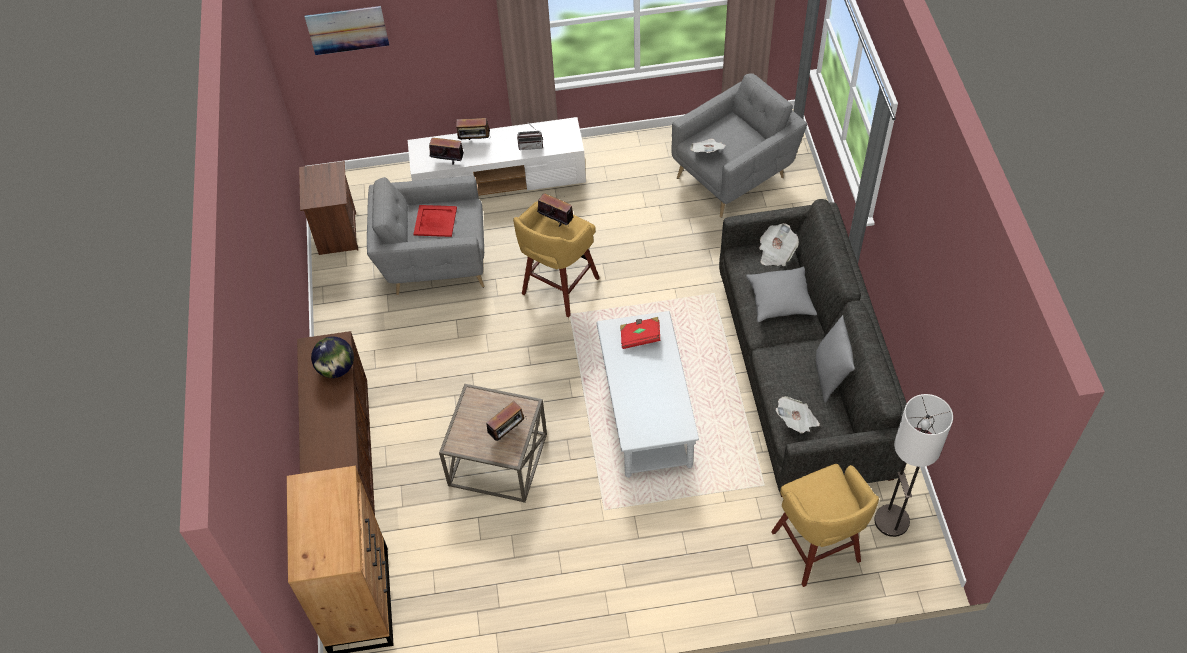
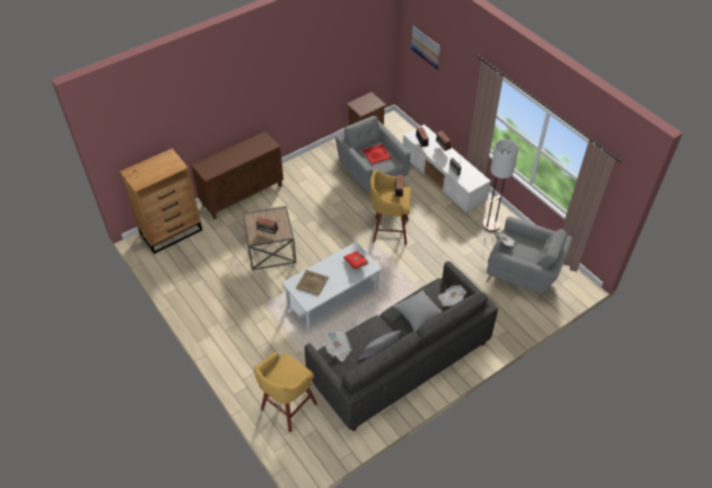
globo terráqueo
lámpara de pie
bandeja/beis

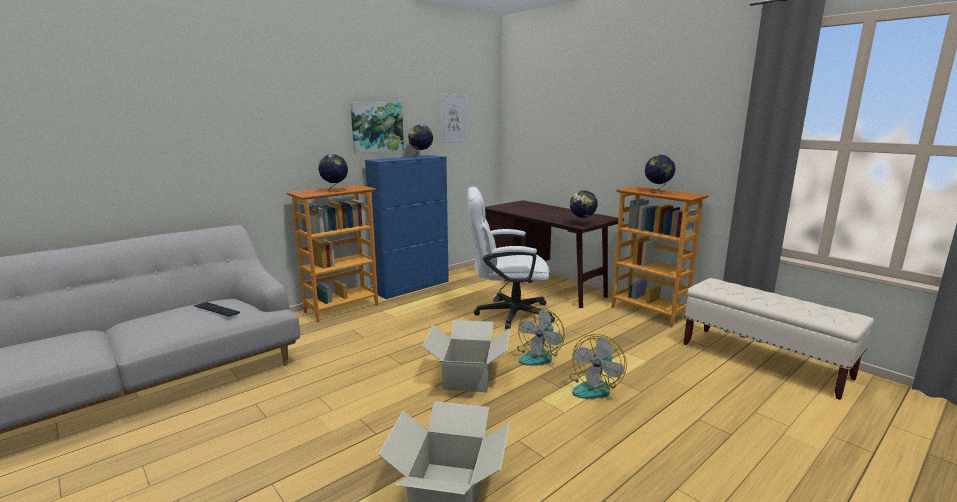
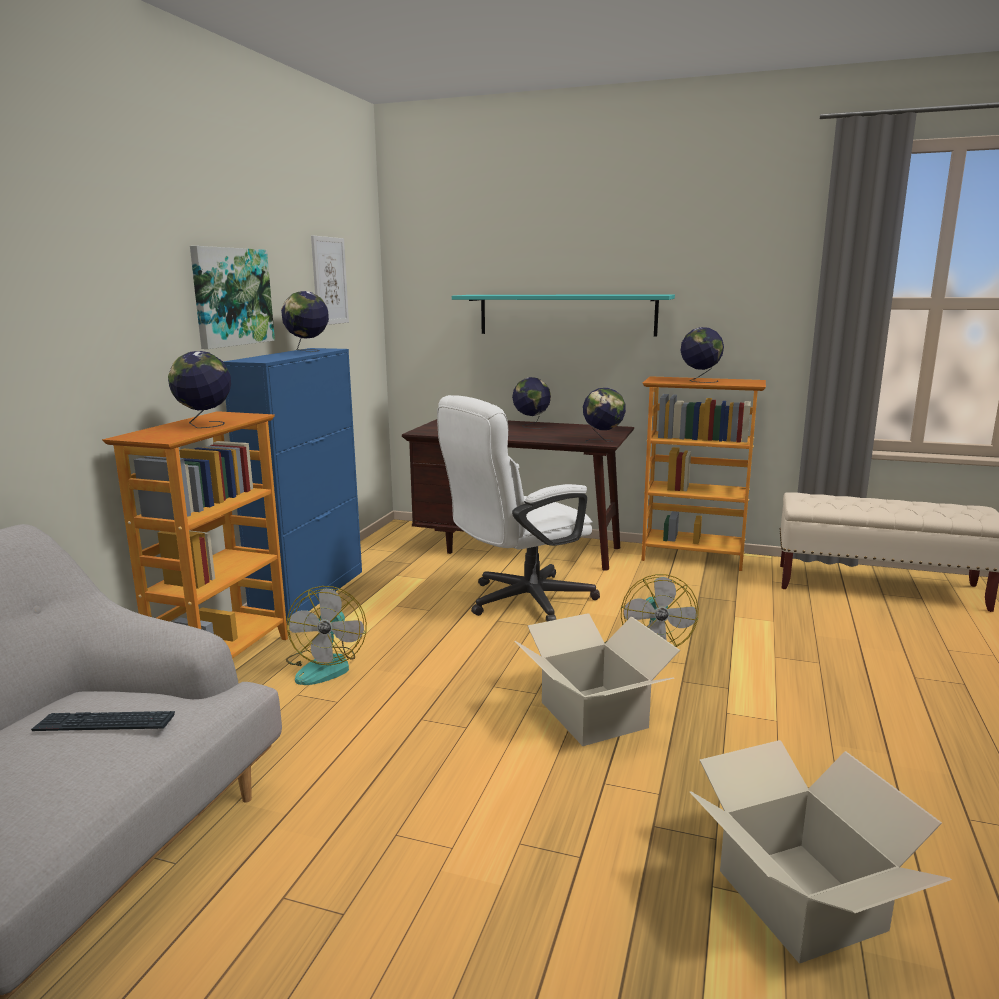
ventilador (no. 1 from left)
estante/turquesa
globo terráqueo (no. 3 from left)

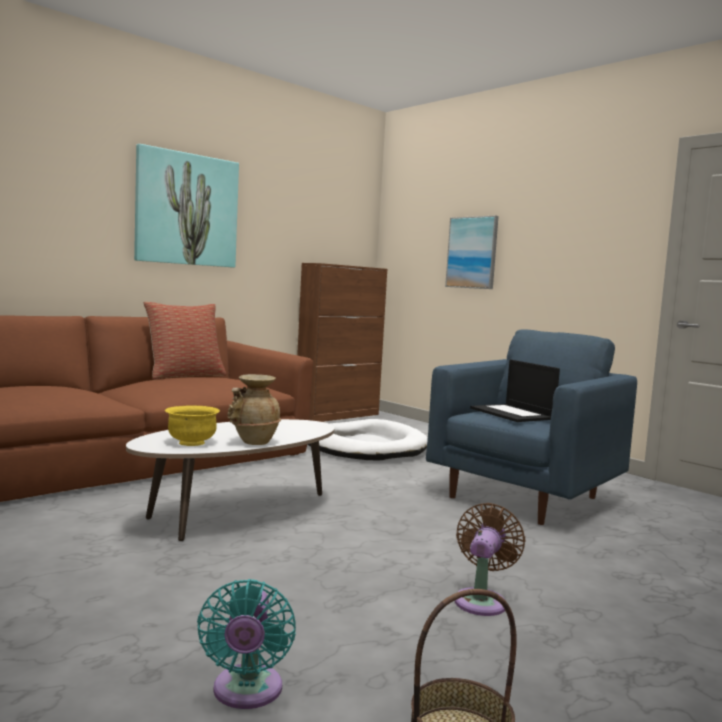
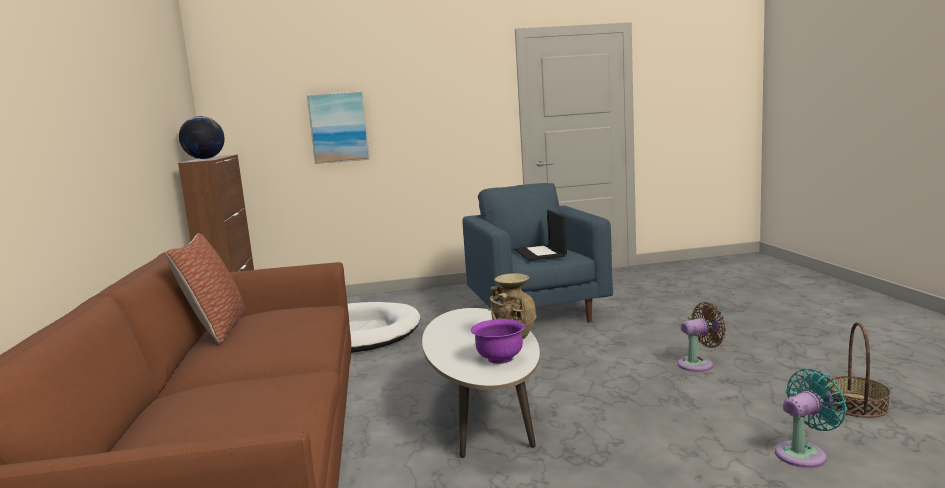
cuadro (no. 1 from left in the first image)
portátil
cuenco/morado
ventilador/marrón
ventilador/turquesa
globo terráqueo

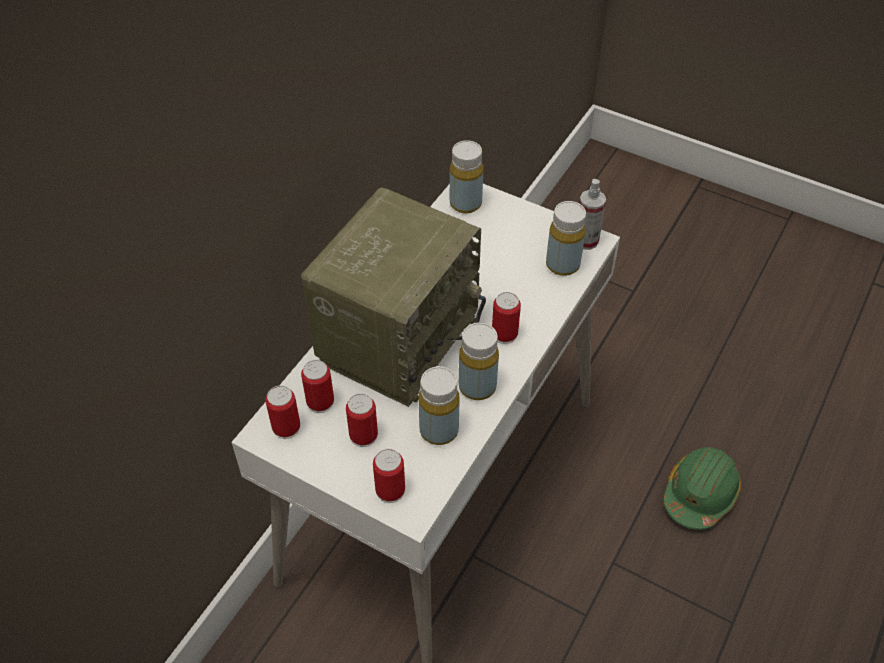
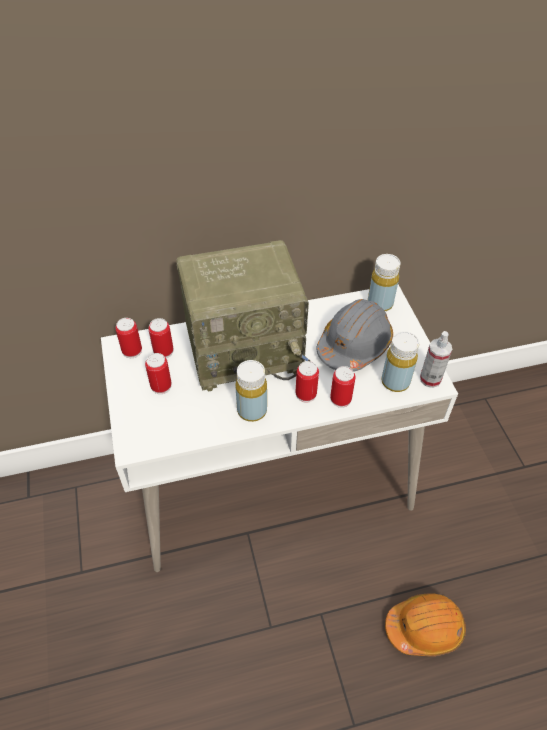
botella/amarillo (no. 1 from left in the first image)
casco/naranja
lata (no. 5 from left)
casco/gris

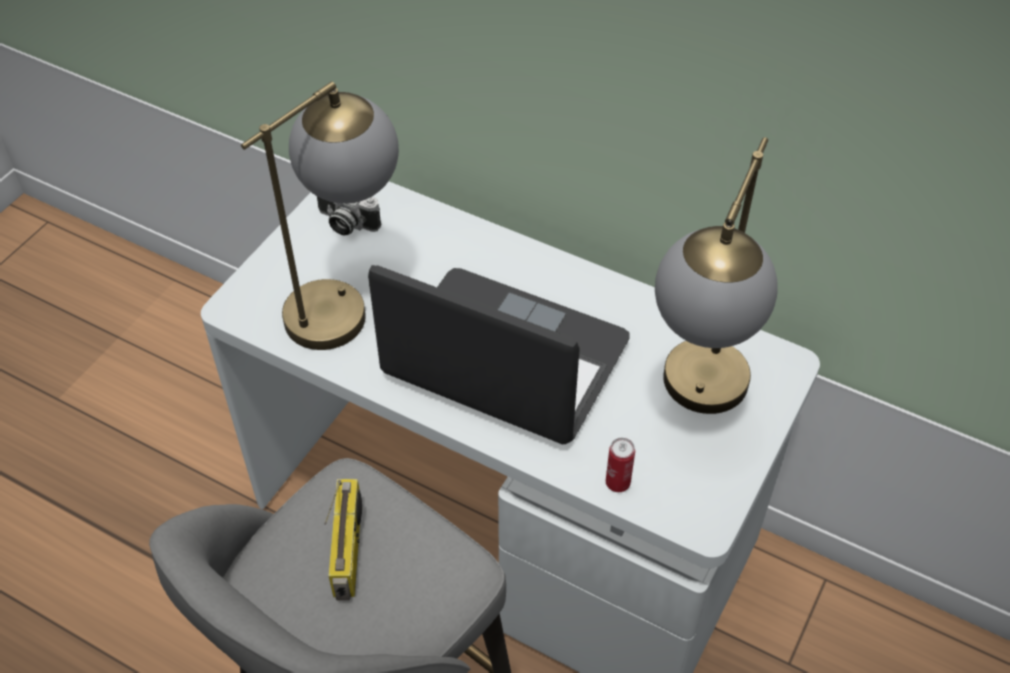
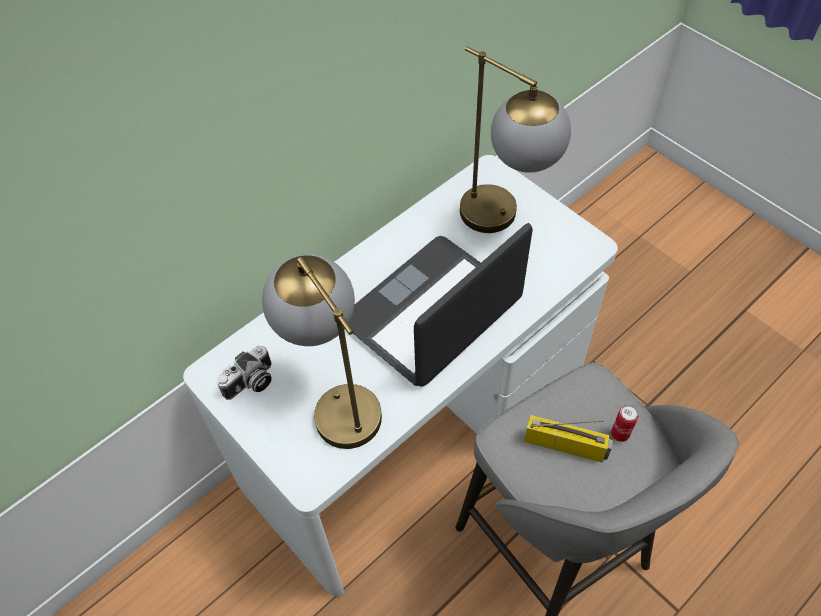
lata

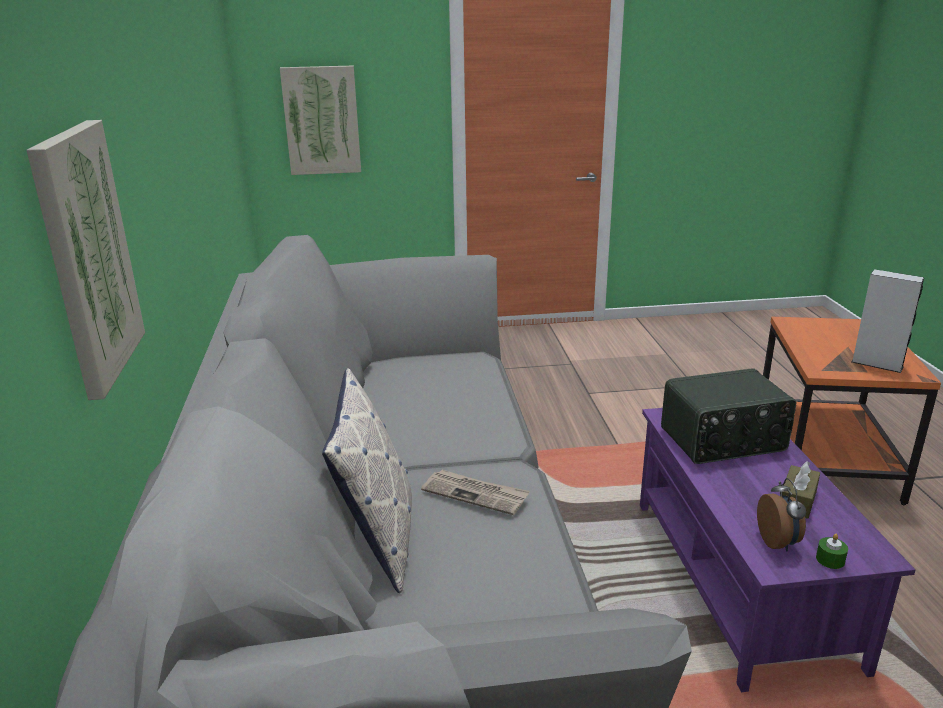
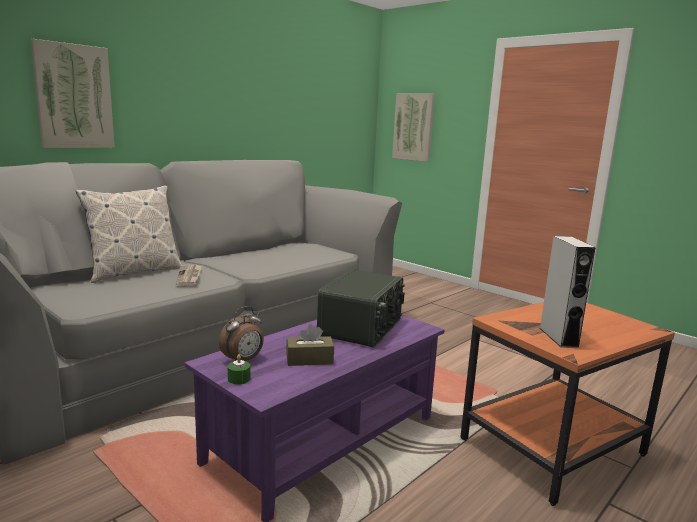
radio

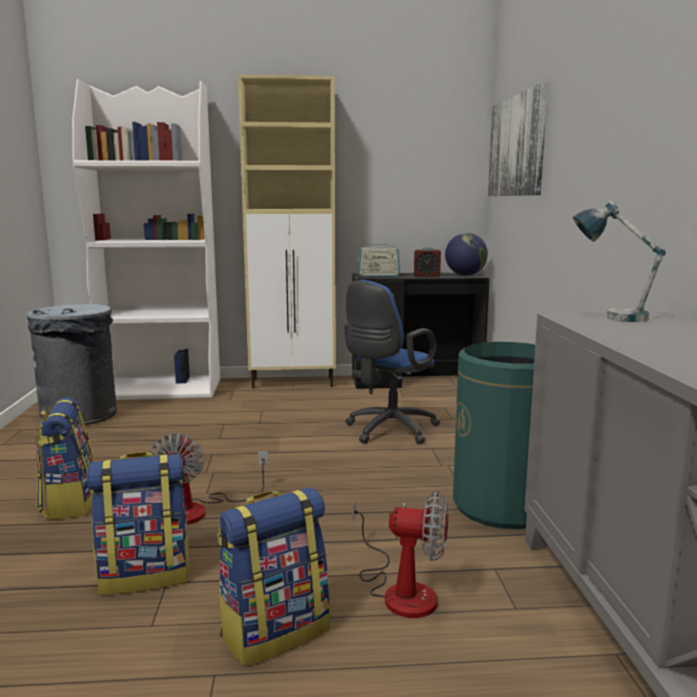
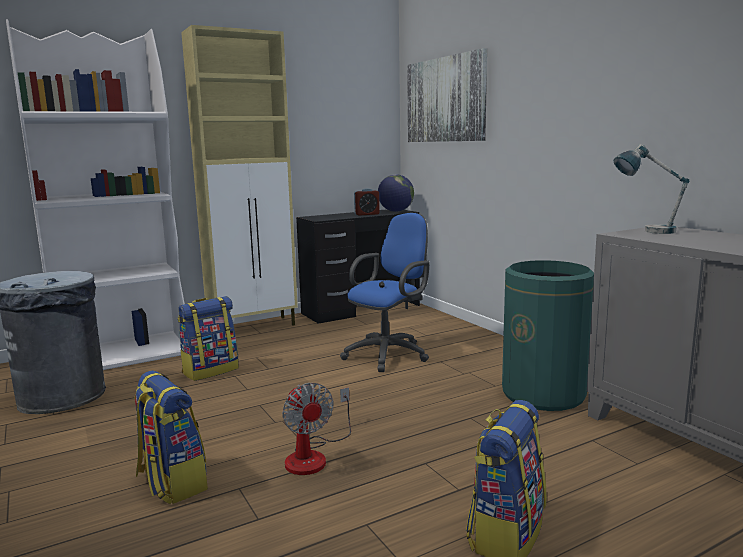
radio
silla de oficina/azul
mochila (no. 2 from left)
ventilador (no. 2 from left in the first image)

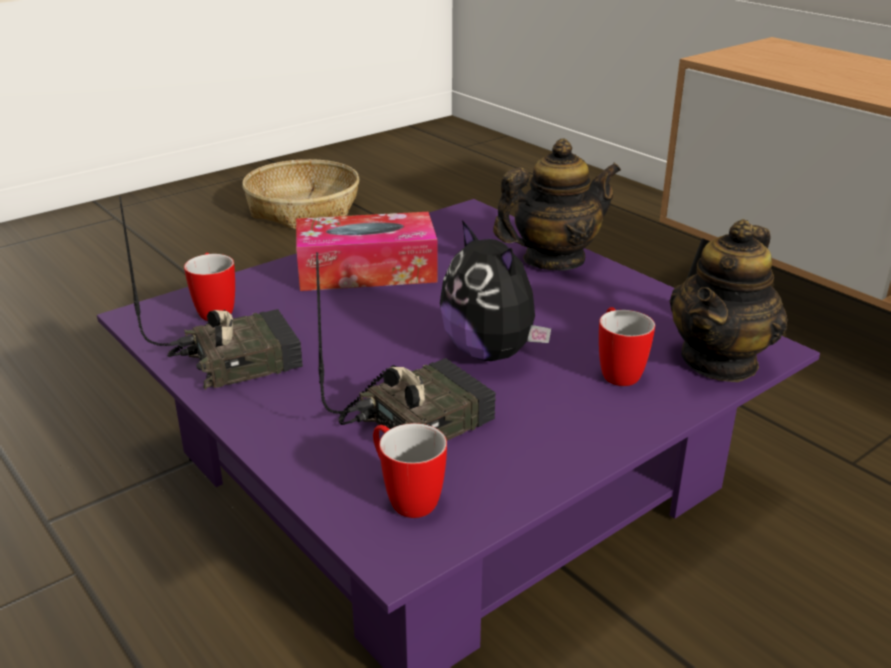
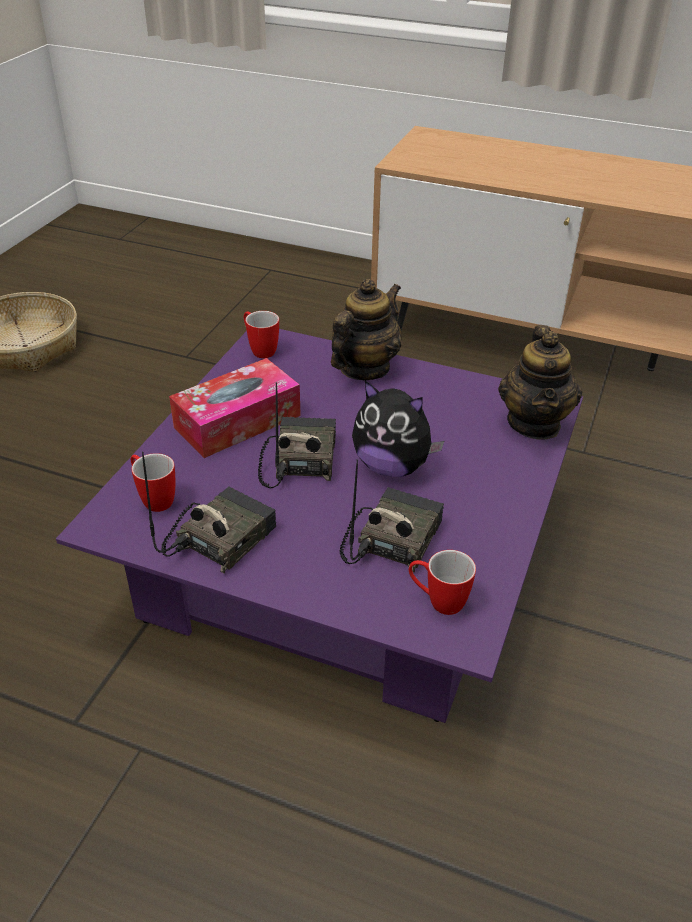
taza grande (no. 2 from left)
radio (no. 2 from left)

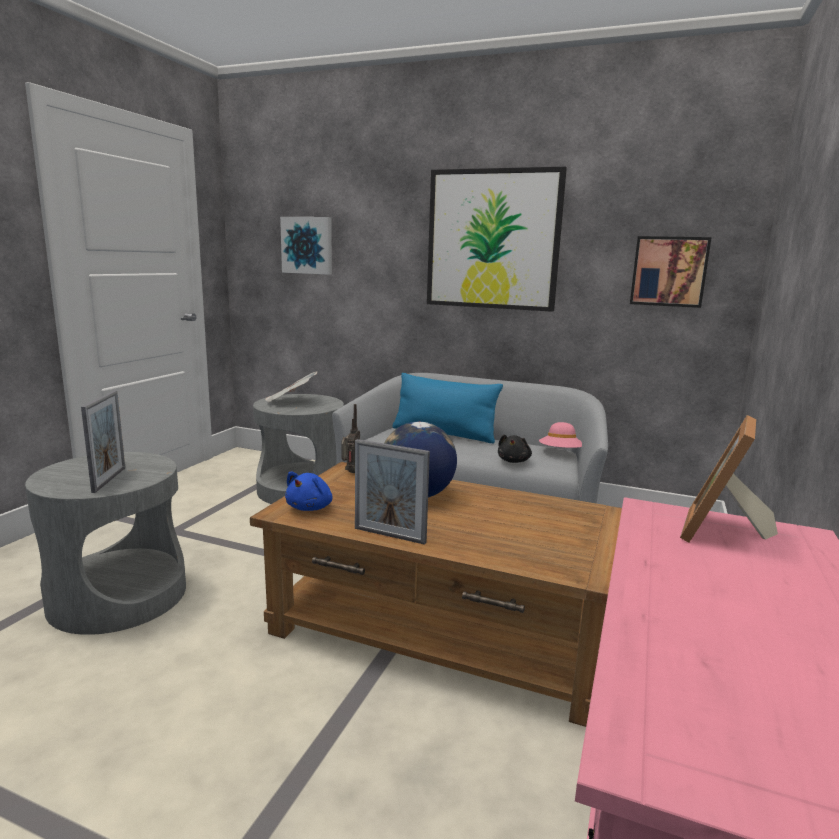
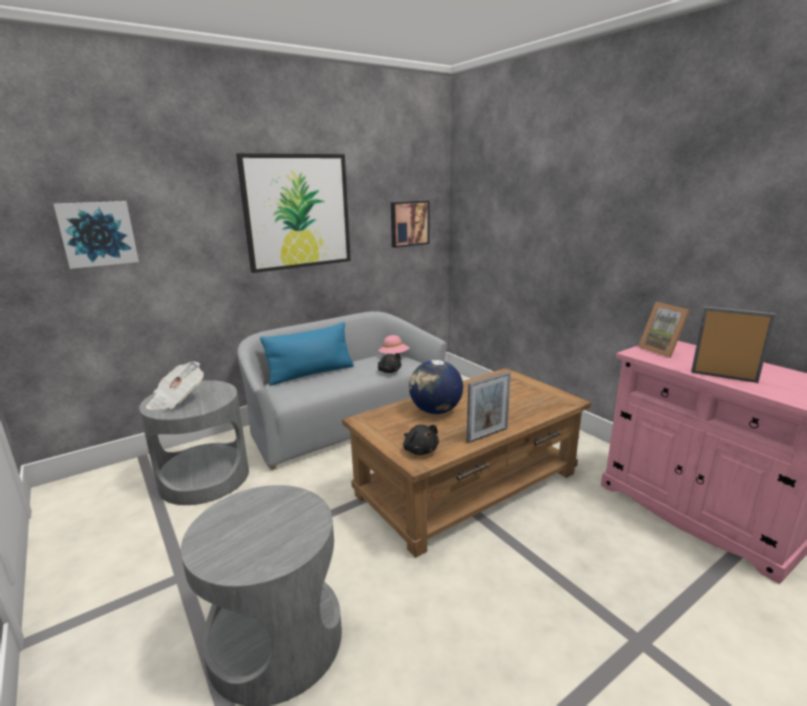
portarretratos (no. 3 from left)
radio
peluche/negro (no. 2 from left)

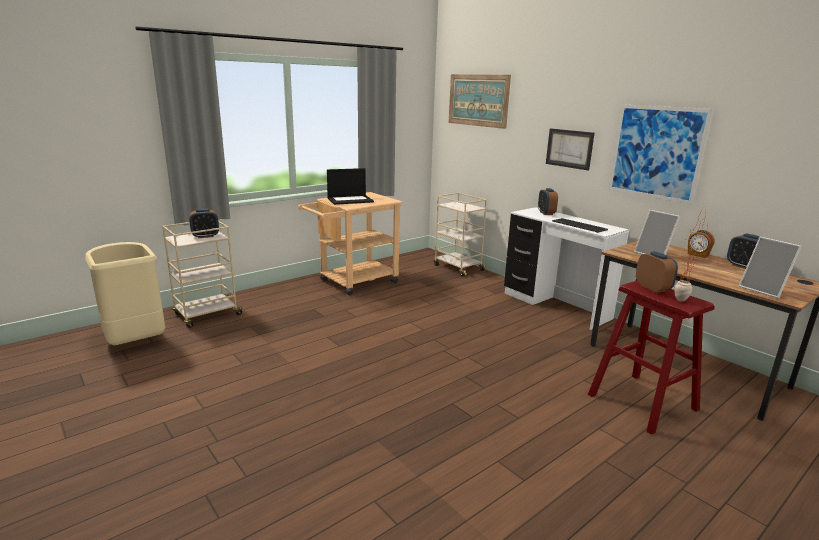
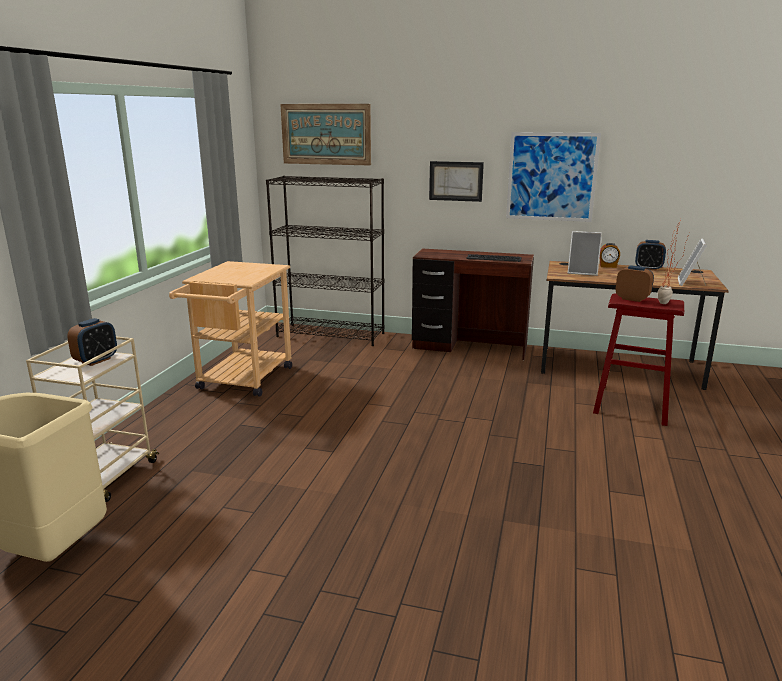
portátil
despertador (no. 2 from left in the first image)
estantería/negro
escritorio/marrón (no. 1 from left)
portarretratos (no. 2 from left)

